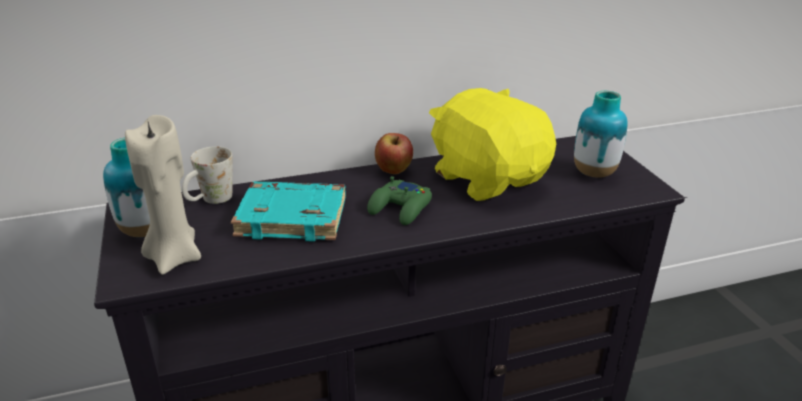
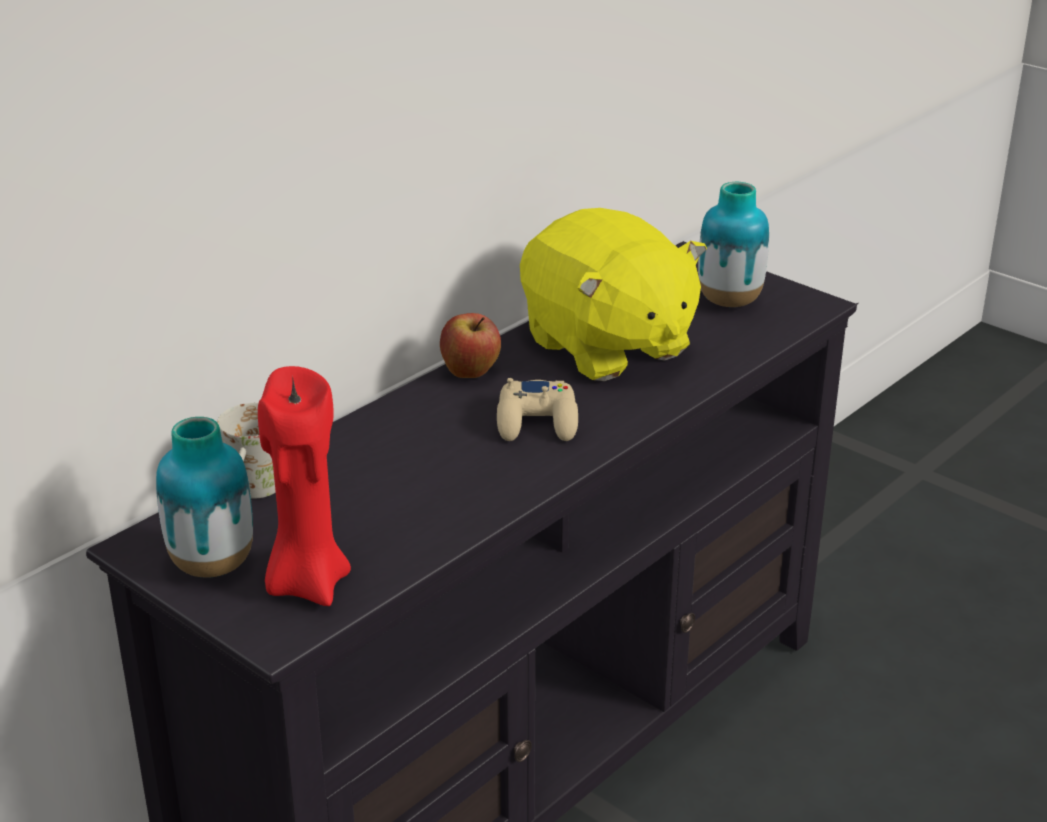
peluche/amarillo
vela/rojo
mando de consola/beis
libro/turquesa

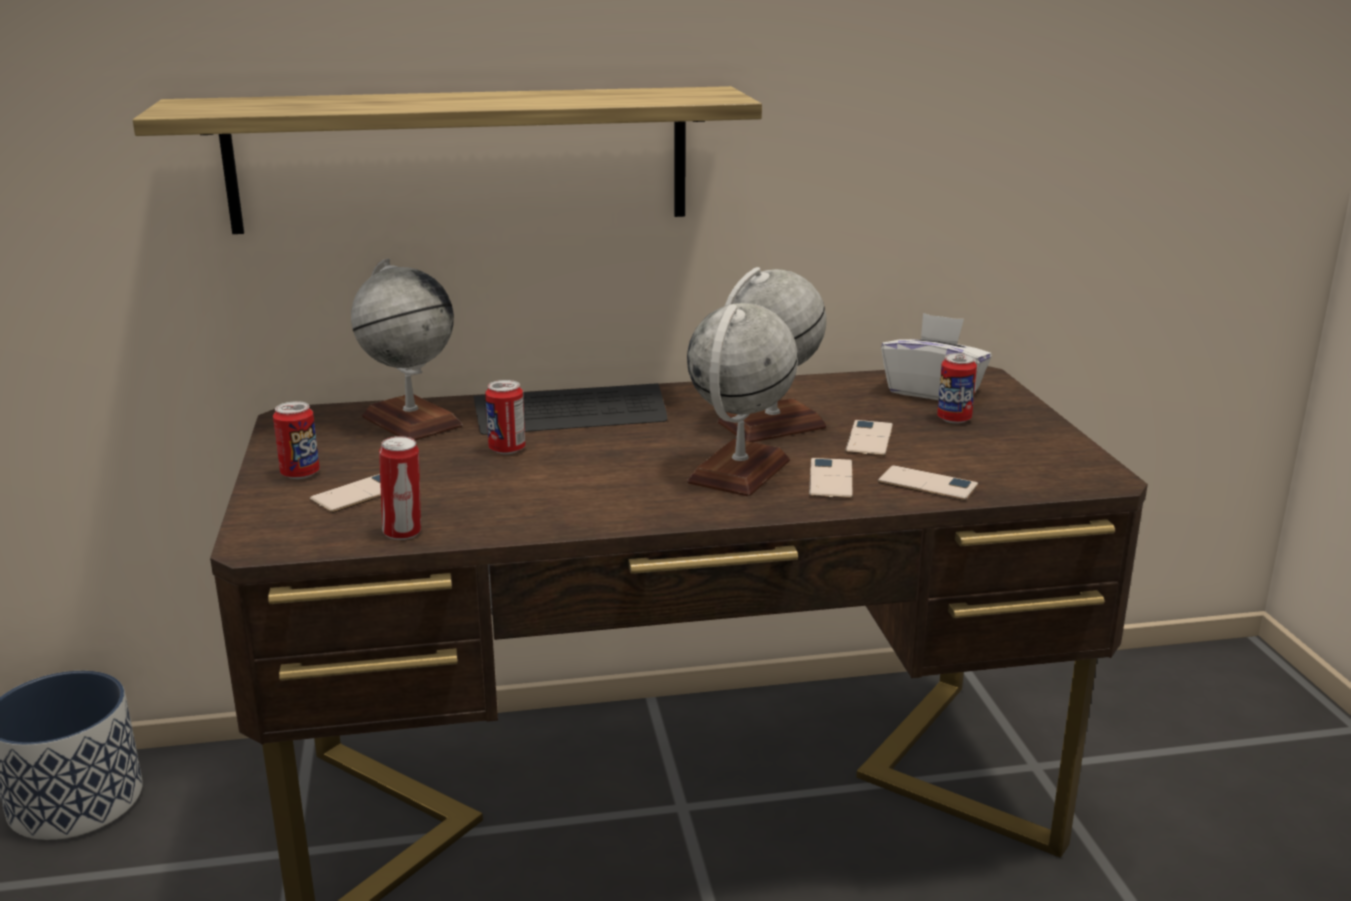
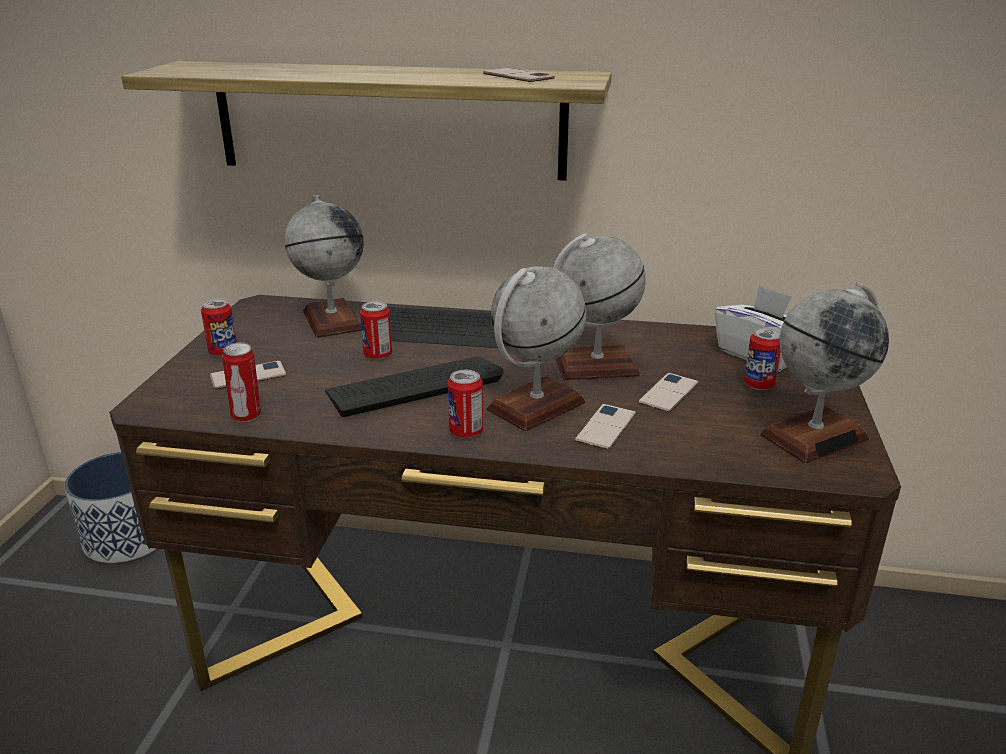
móvil (no. 2 from left)
globo terráqueo (no. 4 from left)
teclado (no. 1 from left)
lata (no. 4 from left)

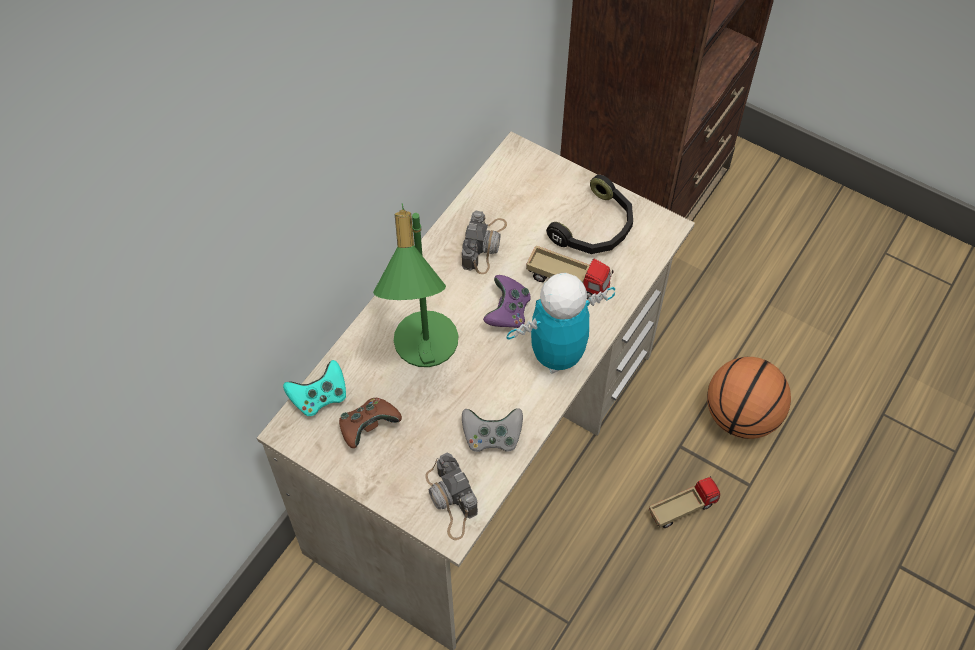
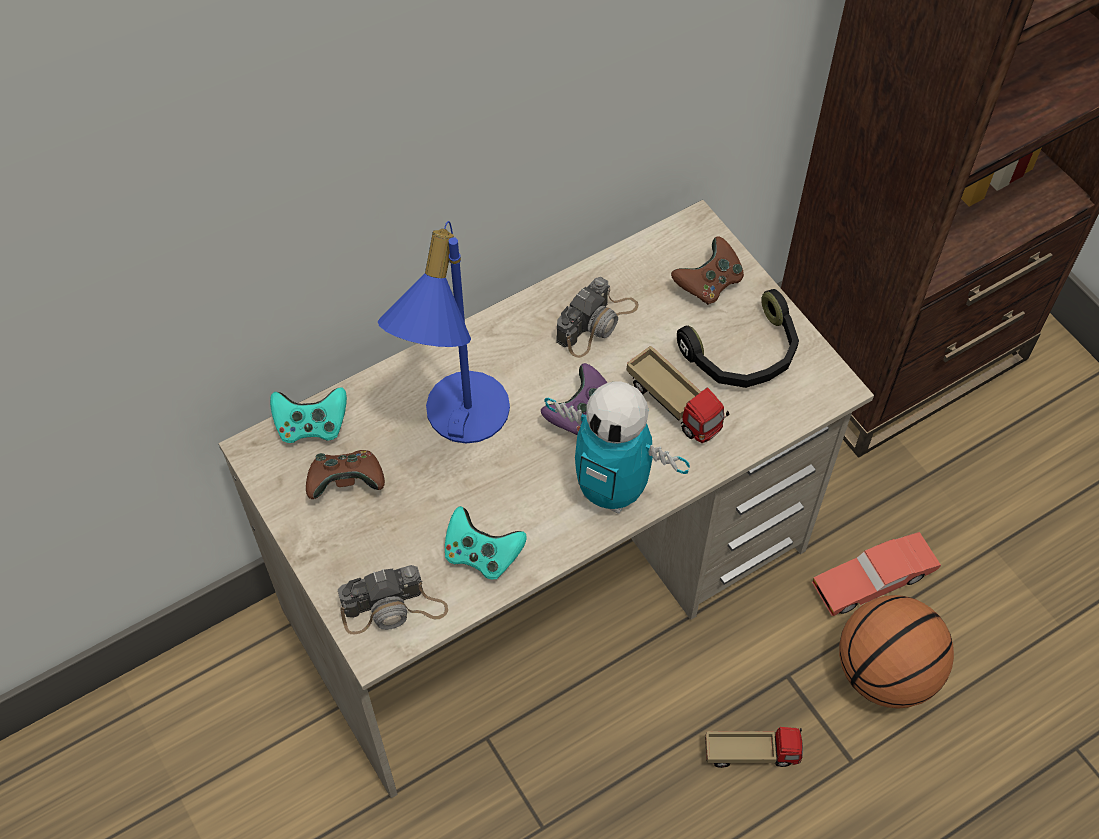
lámpara de mesa/azul
robot de juguete
mando de consola/turquesa (no. 2 from left)
cámara (no. 1 from left)
mando de consola/marrón (no. 2 from left)
coche de juguete/rojo

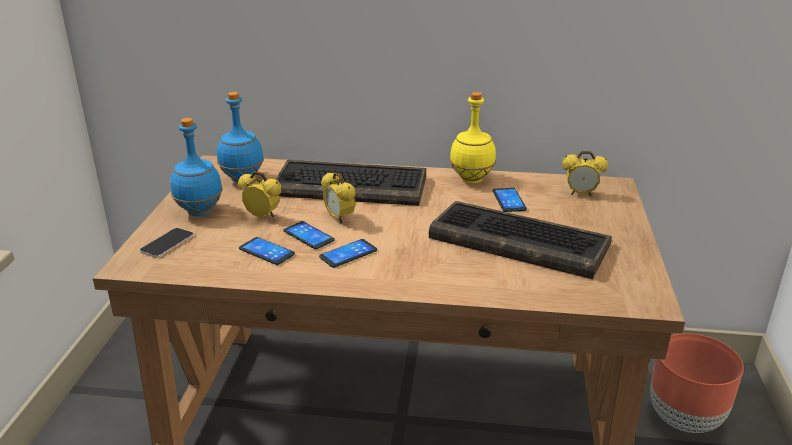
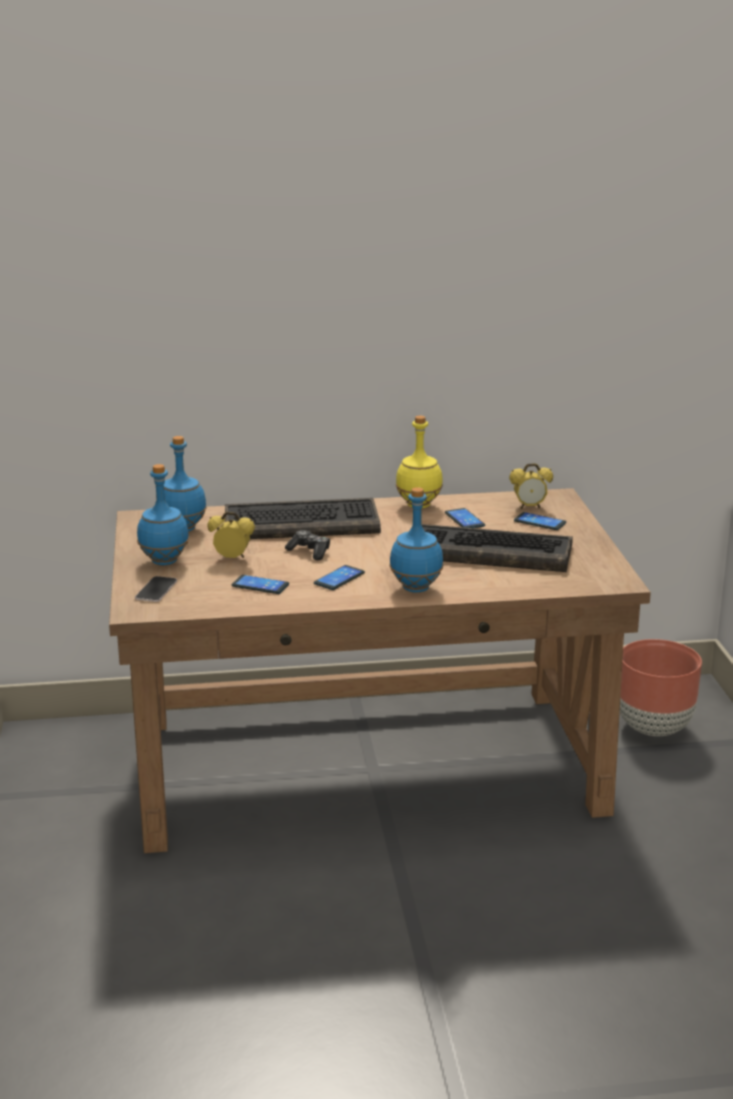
mando de consola
móvil (no. 5 from left)
botella/azul (no. 3 from left)

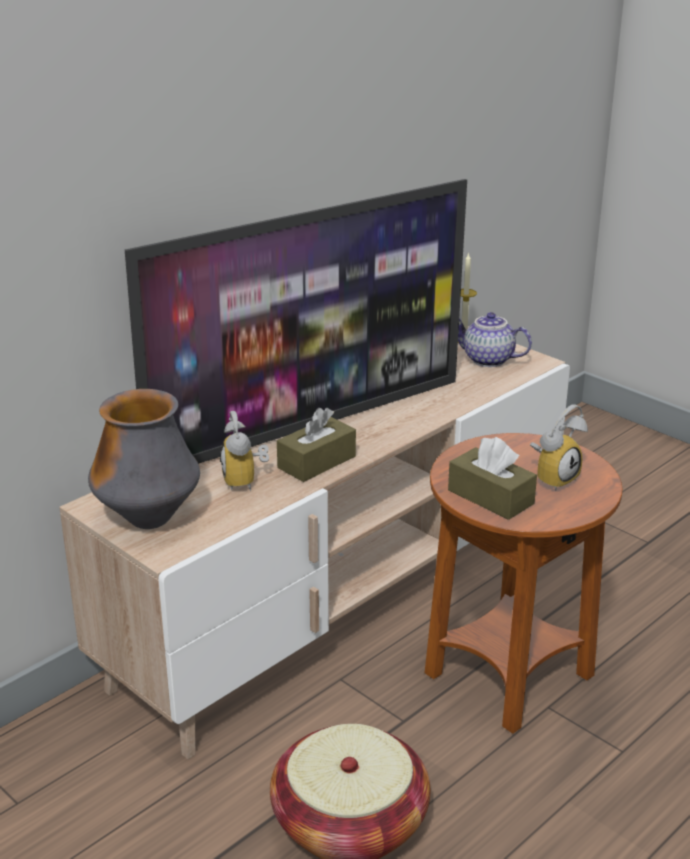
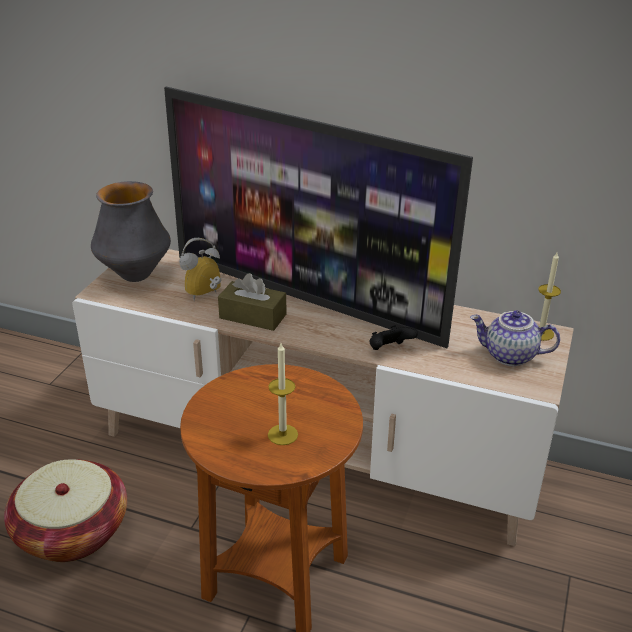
tetera
vela (no. 1 from left)
caja de pañuelos/marrón (no. 2 from left in the first image)
mando de consola/negro

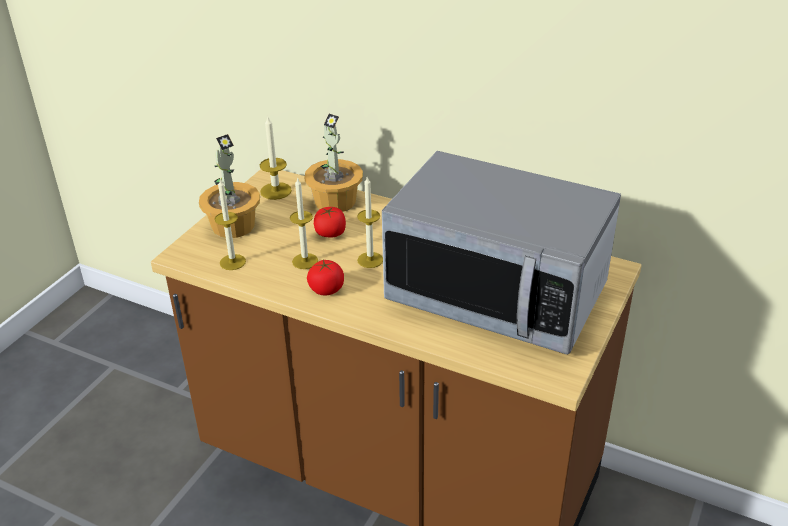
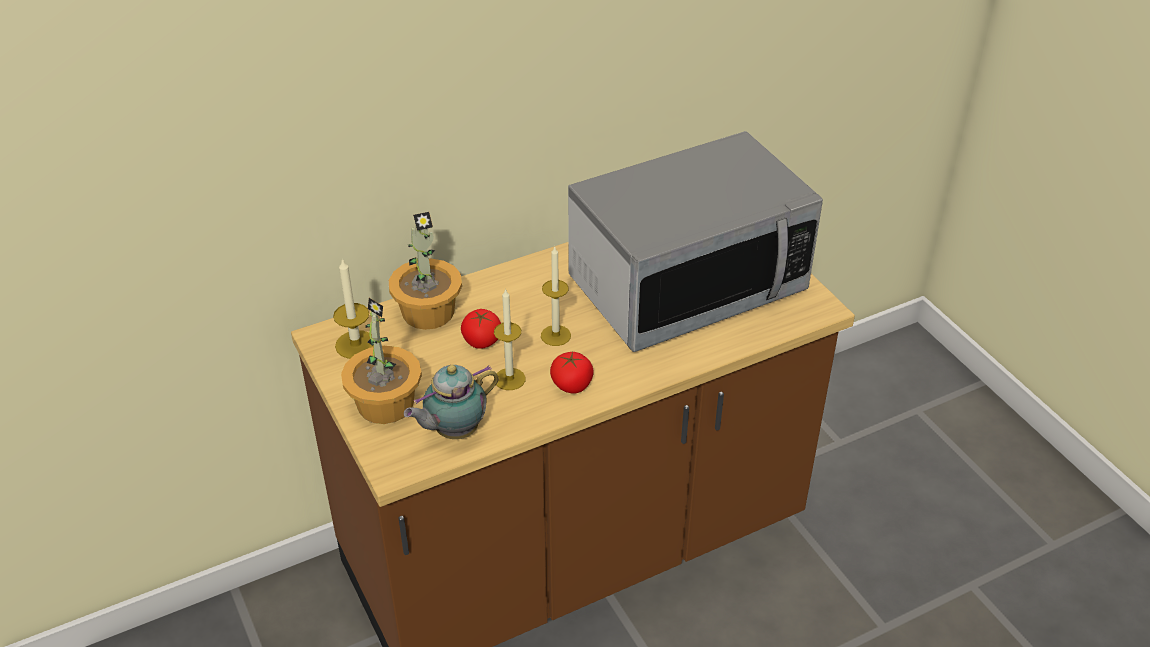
tetera

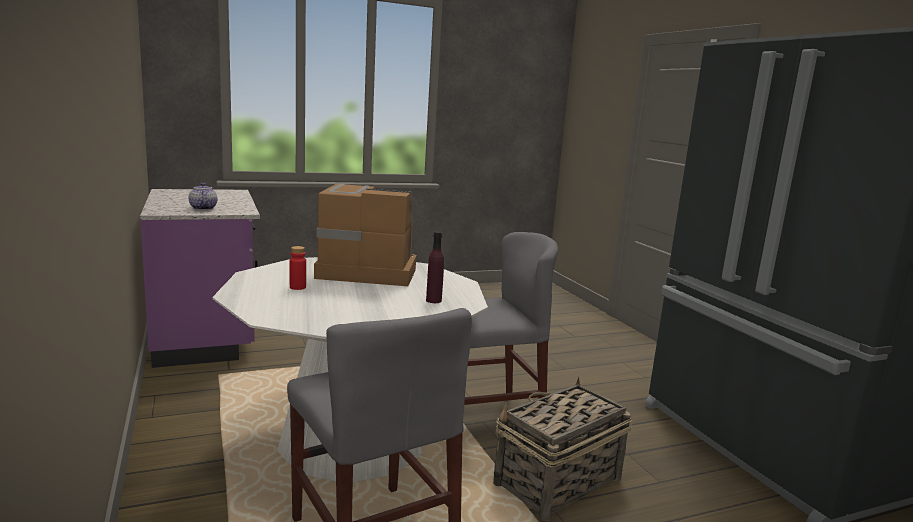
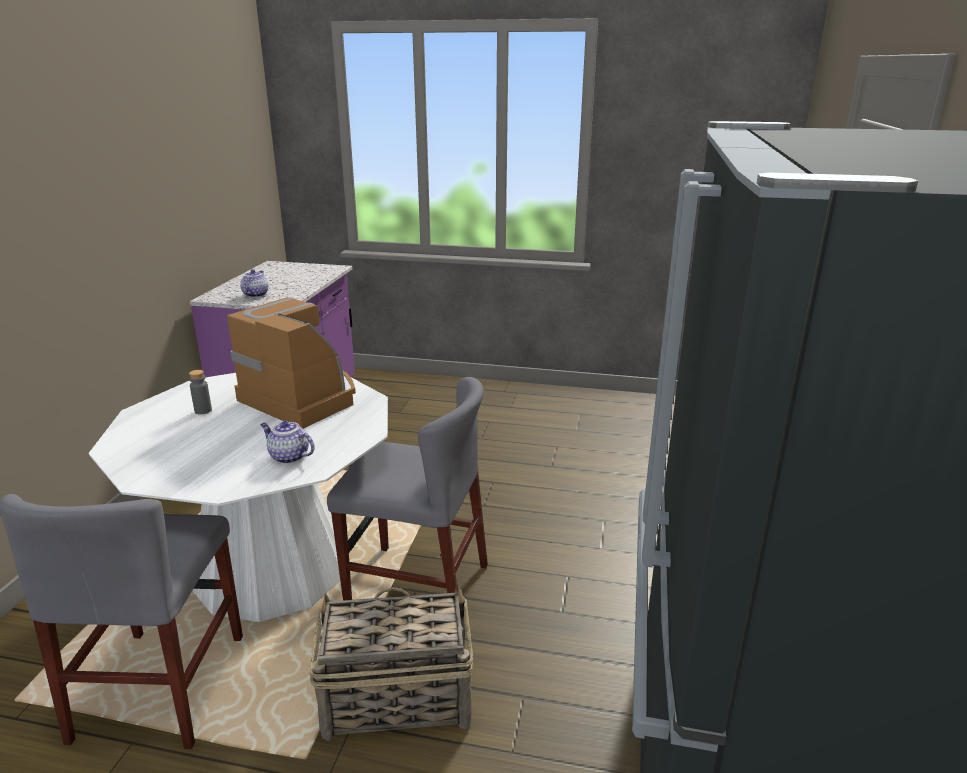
tetera (no. 2 from left)
botella/gris

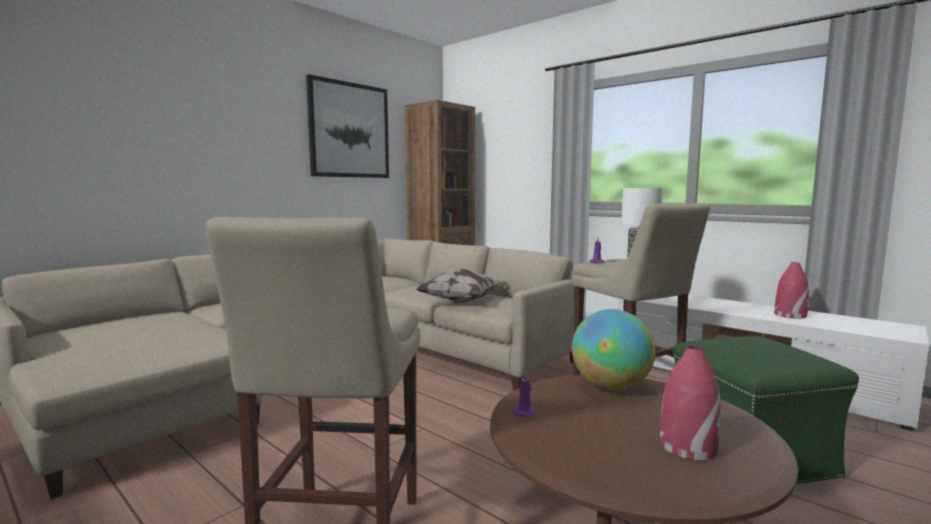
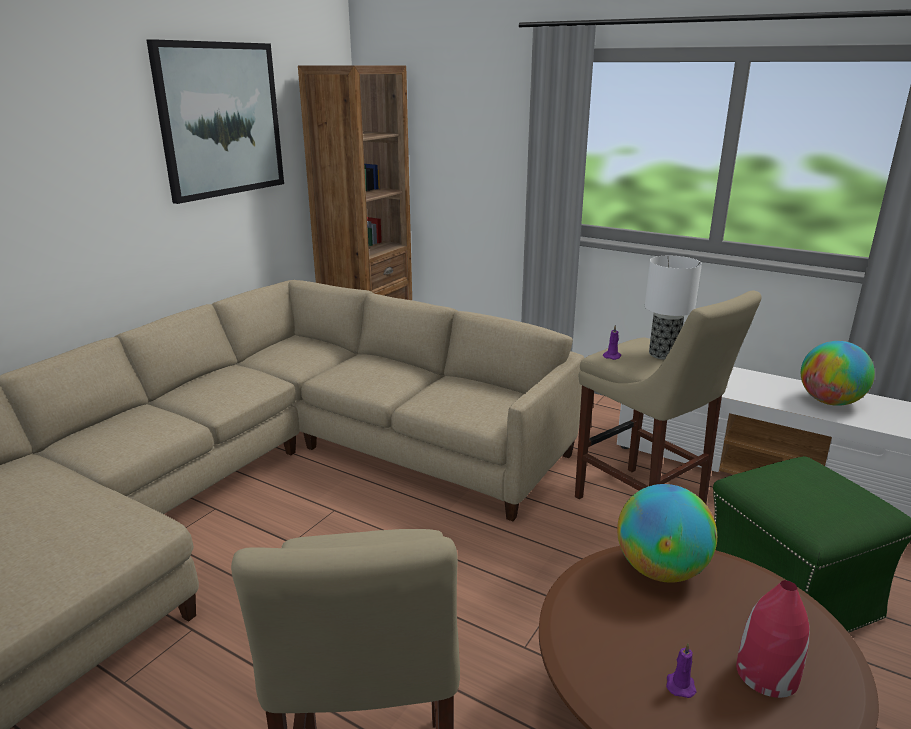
globo terráqueo (no. 2 from left)
cojín
vela/morado (no. 2 from left)

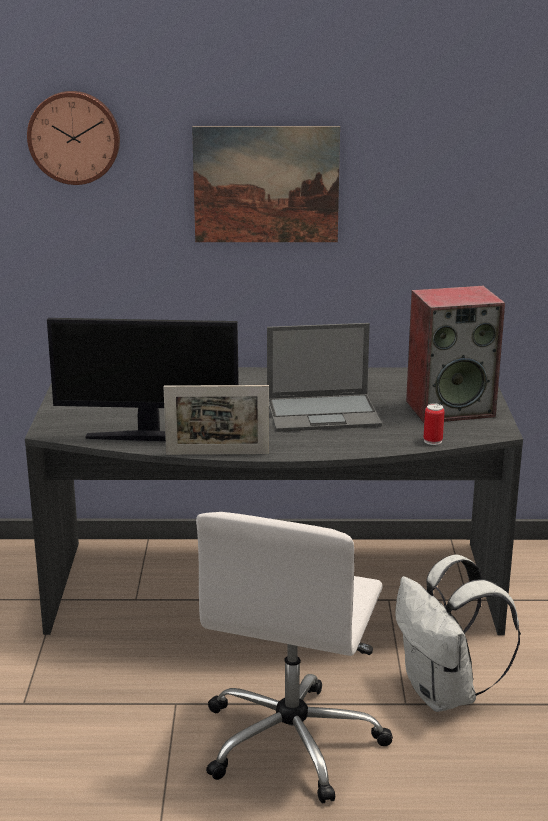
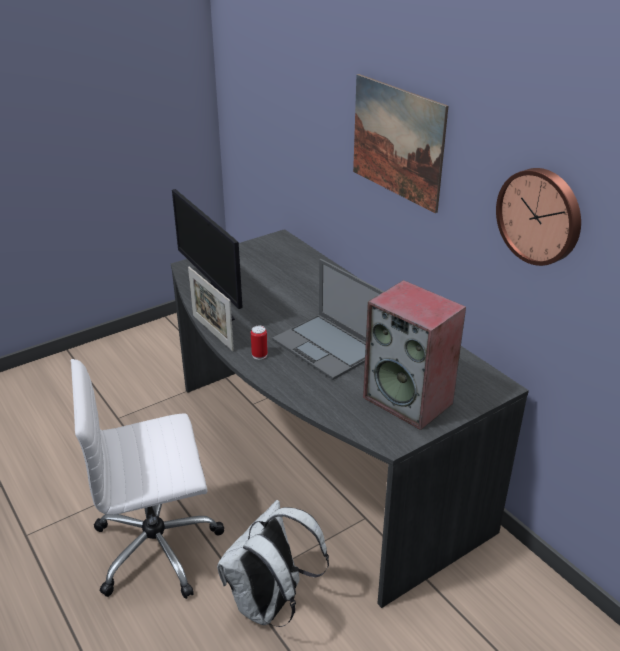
reloj de pared
lata

